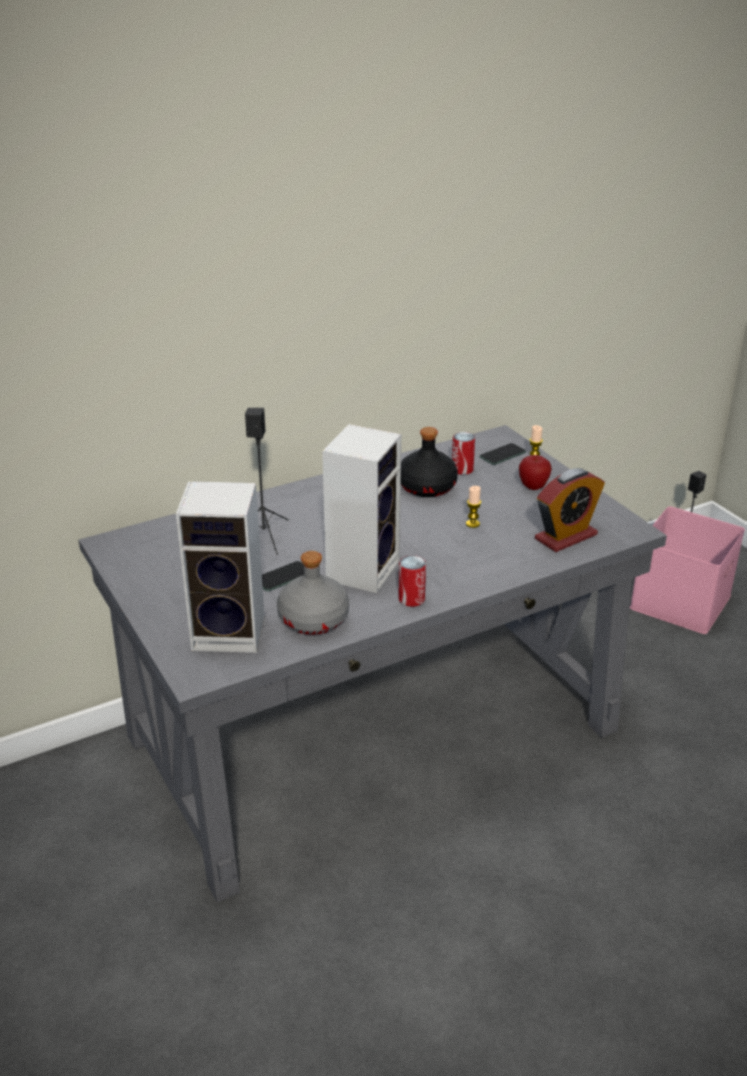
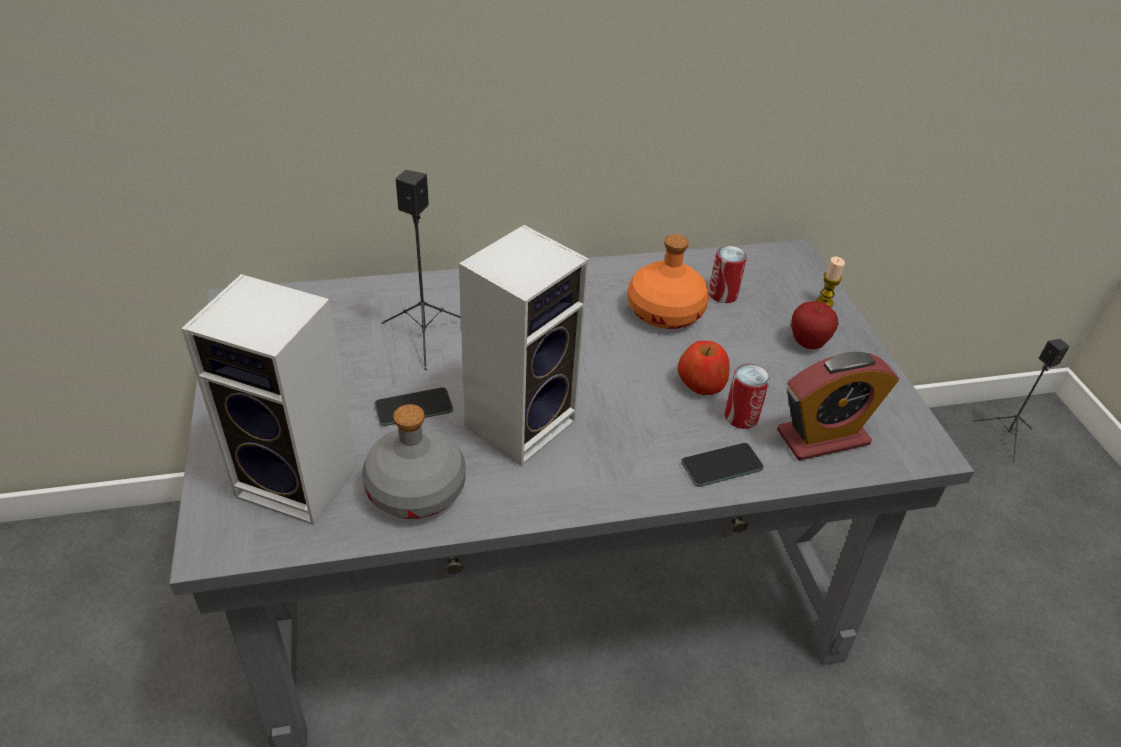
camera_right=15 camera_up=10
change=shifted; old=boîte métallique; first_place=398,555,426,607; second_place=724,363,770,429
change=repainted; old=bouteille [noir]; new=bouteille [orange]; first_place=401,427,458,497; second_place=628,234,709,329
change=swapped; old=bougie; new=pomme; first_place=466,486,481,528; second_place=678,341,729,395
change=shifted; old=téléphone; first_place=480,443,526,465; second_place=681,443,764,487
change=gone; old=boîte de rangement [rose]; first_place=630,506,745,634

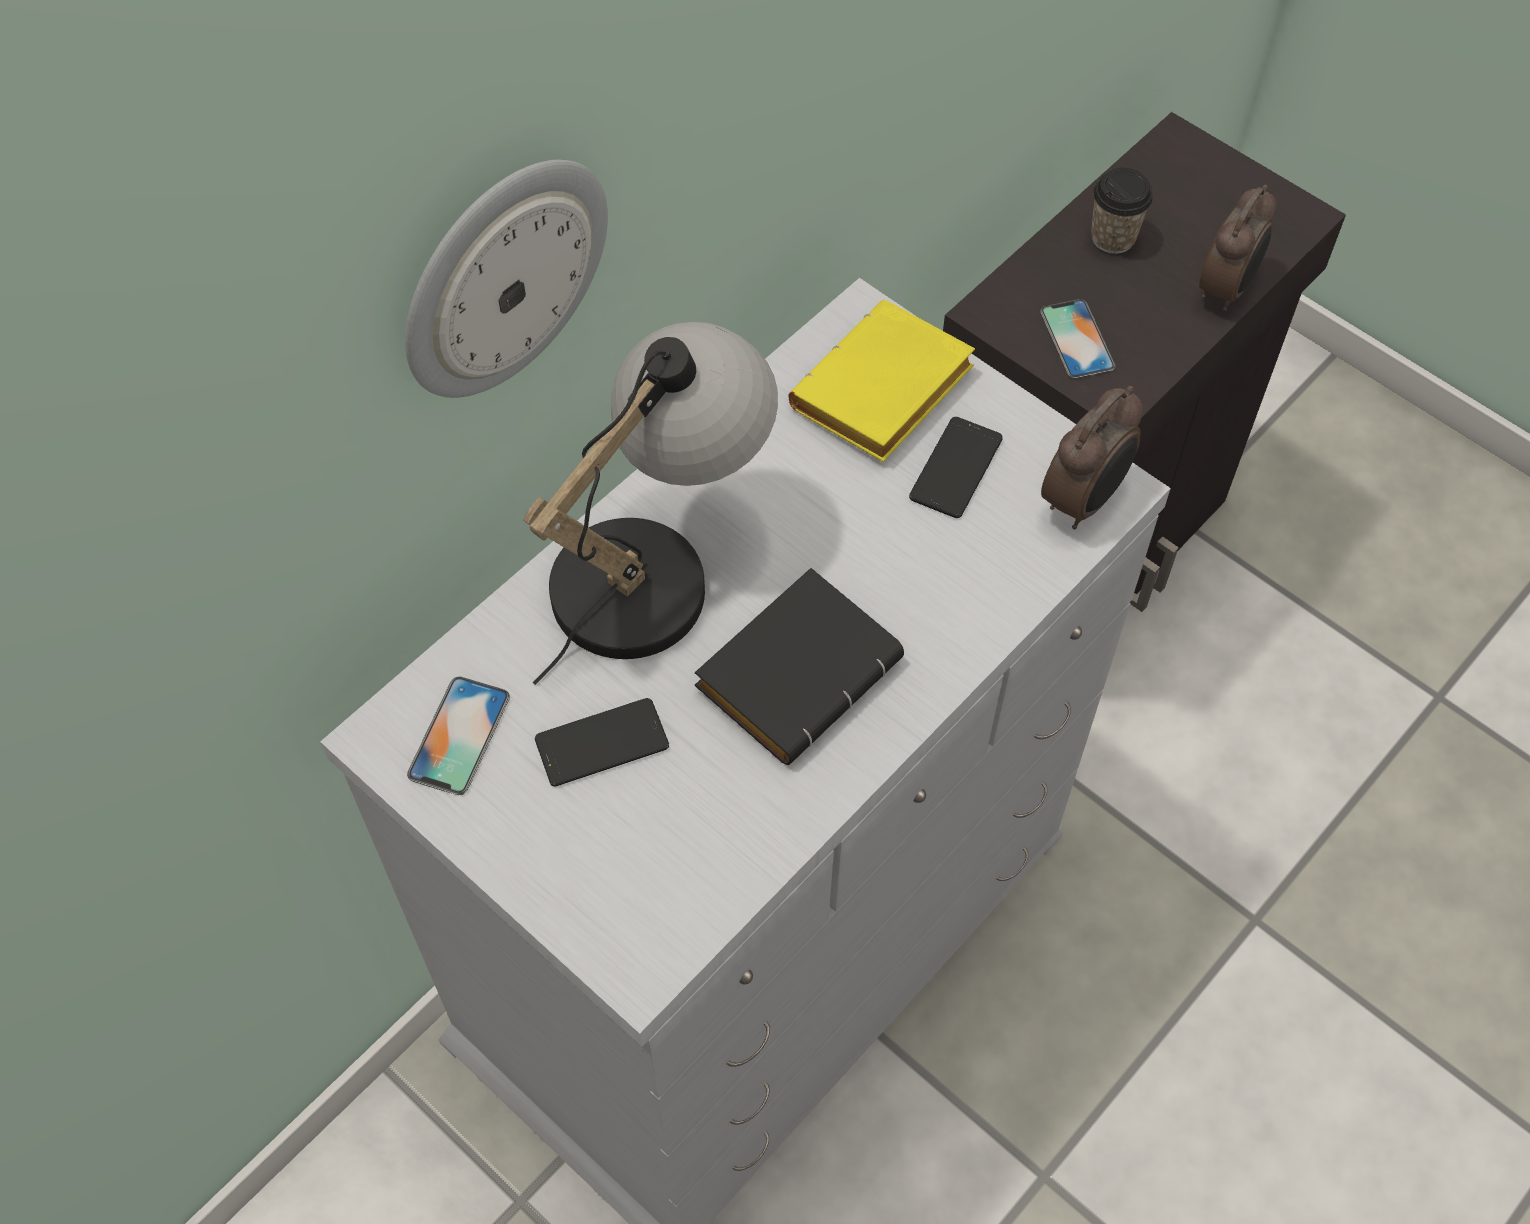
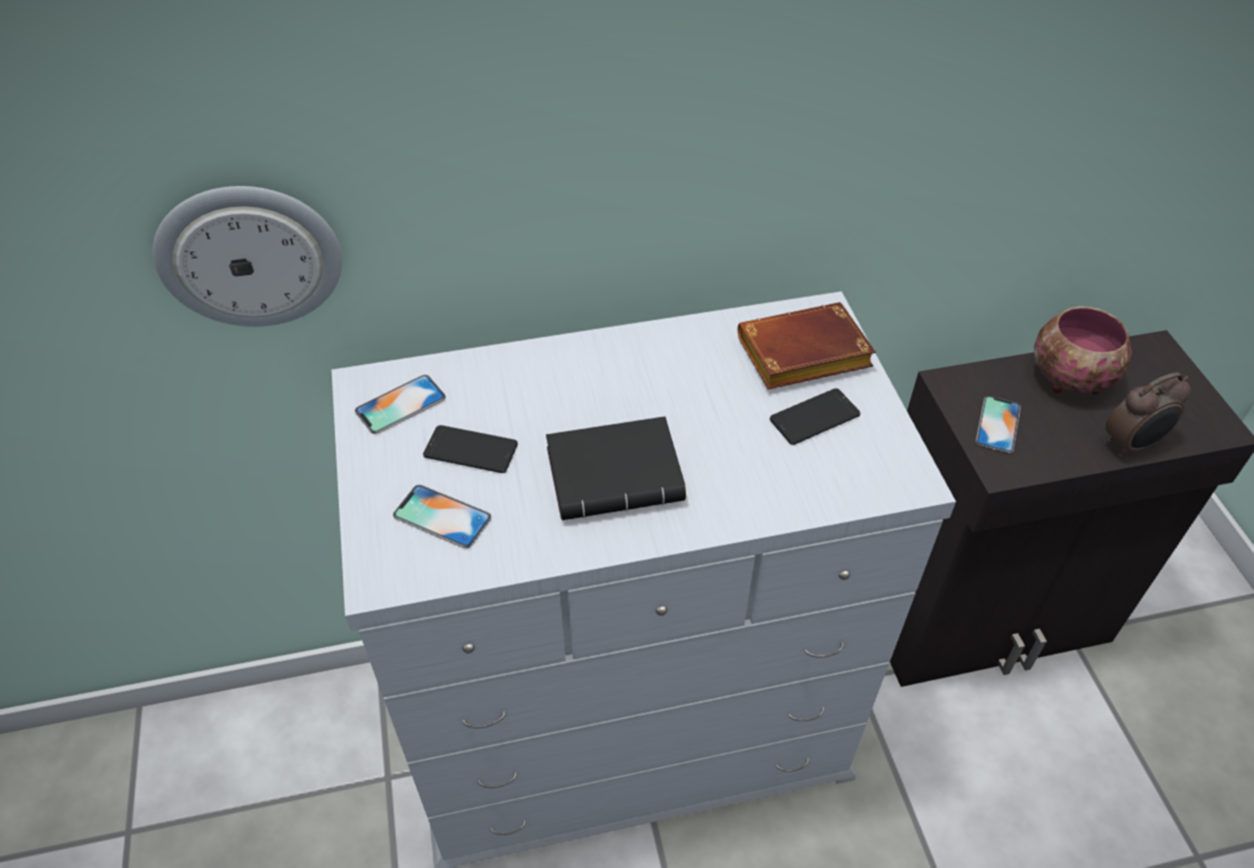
camera_right=35 camera_up=-10
change=shifted; old=horloge murale; first_place=405,159,608,398; second_place=153,186,342,327
change=gone; old=lampe de table; first_place=523,322,778,685
change=repainted; old=livre [jaune]; new=livre [marron]; first_place=788,300,975,462; second_place=738,302,876,390
change=gone; old=réveil; first_place=1041,386,1143,529
change=swapped; old=tasse; new=bol; first_place=1091,168,1153,254; second_place=1034,306,1132,394
change=new; new=téléphone; second_place=393,485,492,548

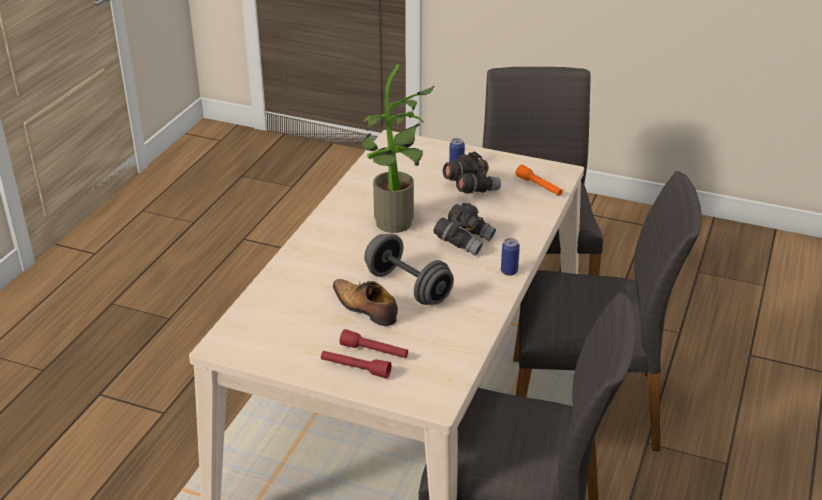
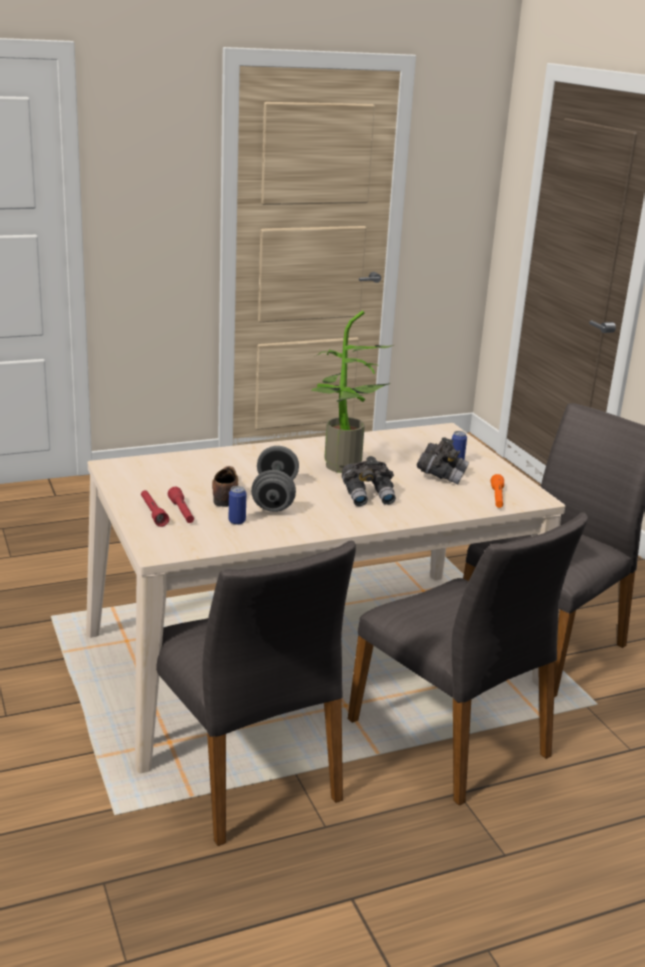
camera_right=45 camera_up=-10
change=shifted; old=boîte métallique; first_place=501,238,520,276; second_place=229,486,246,525

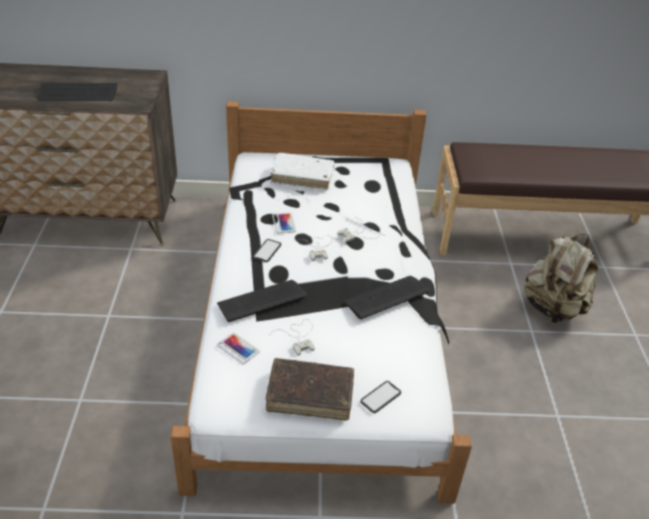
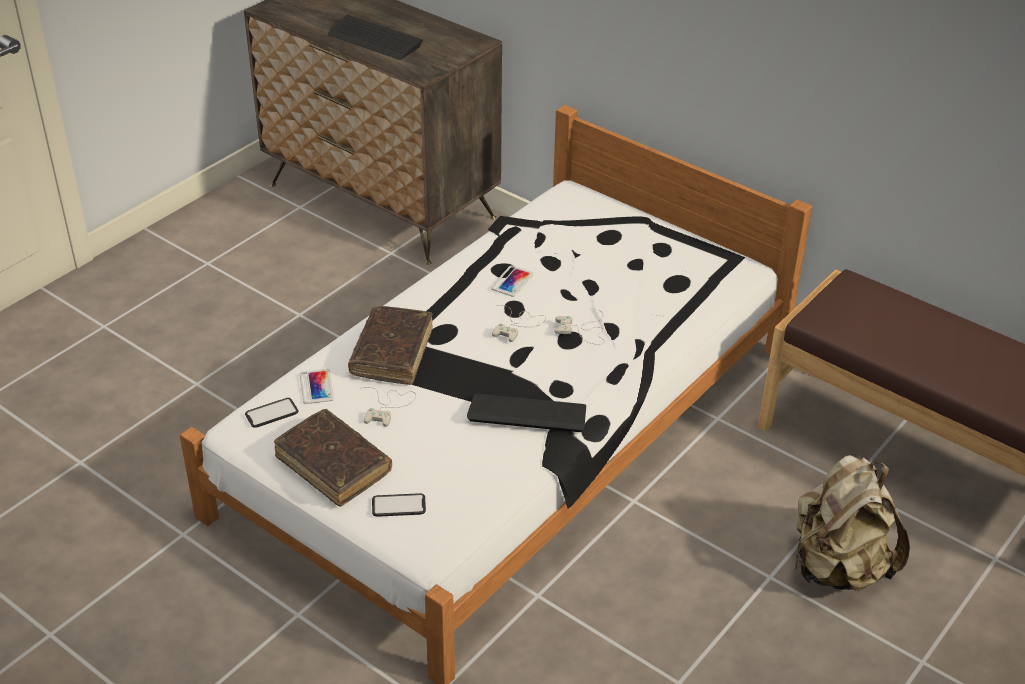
camera_right=40 camera_up=0
change=swapped; old=clavier; new=livre [marron]; first_place=217,280,307,322; second_place=348,306,433,385
change=shifted; old=téléphone; first_place=253,239,281,262; second_place=245,398,299,428
change=gone; old=livre [blanc]; first_place=270,153,335,190

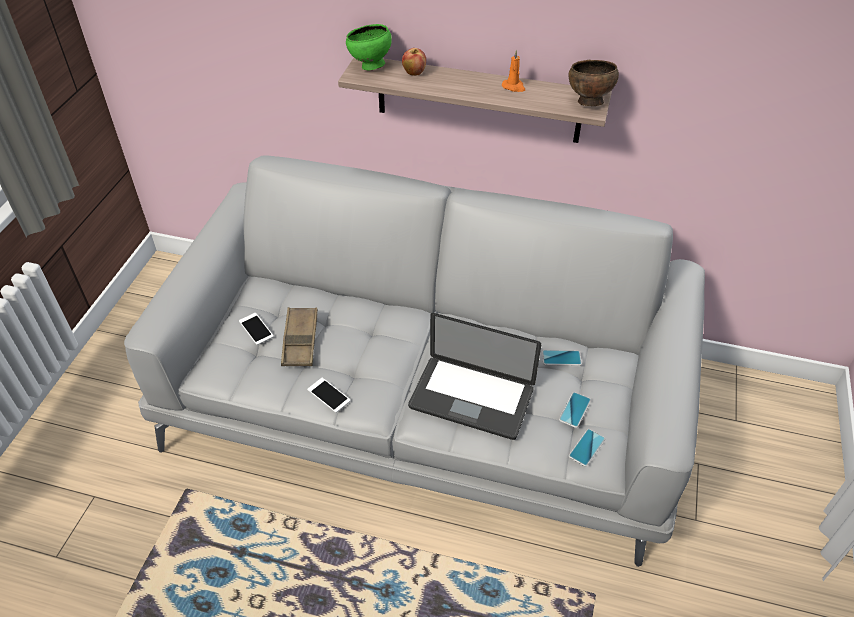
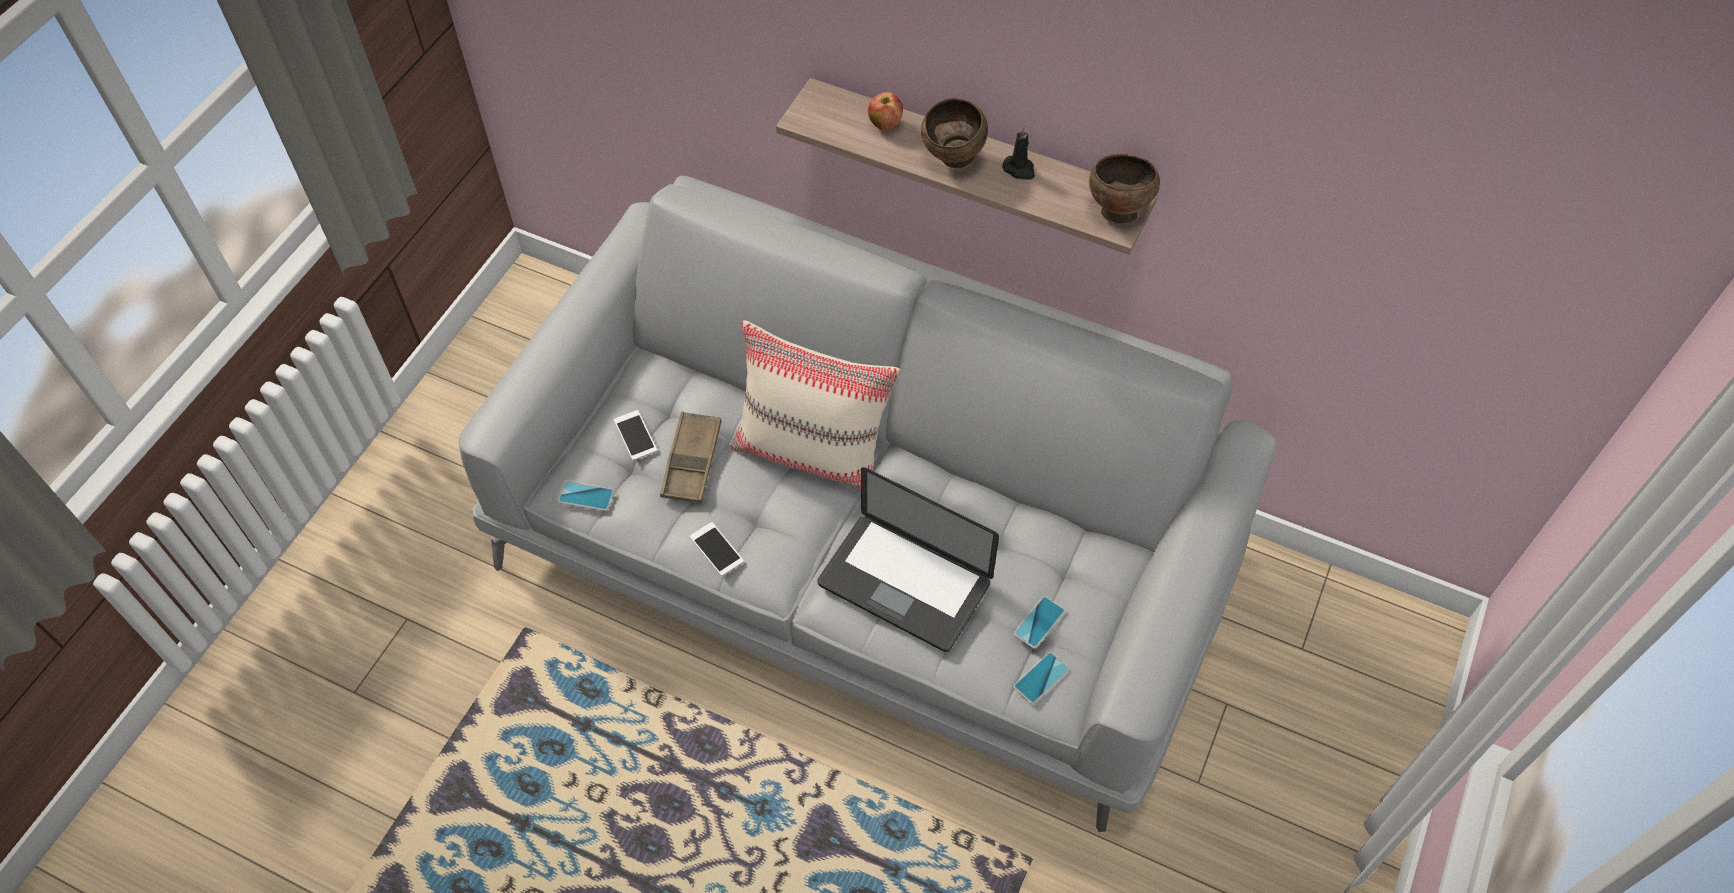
camera_right=10 camera_up=10
change=gone; old=bol [vert]; first_place=346,24,392,70
change=repainted; old=bougie [orange]; new=bougie [noir]; first_place=502,49,525,92; second_place=1002,126,1035,180
change=shifted; old=téléphone; first_place=542,350,582,366; second_place=558,481,614,511
change=new; new=coussin [beige]; second_place=731,320,900,492
change=new; new=bol [marron]; second_place=921,98,988,168

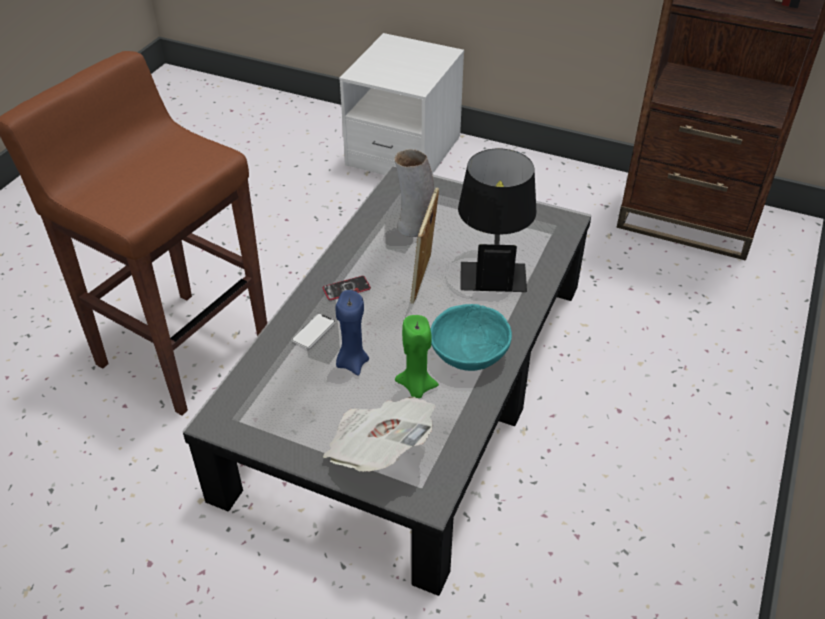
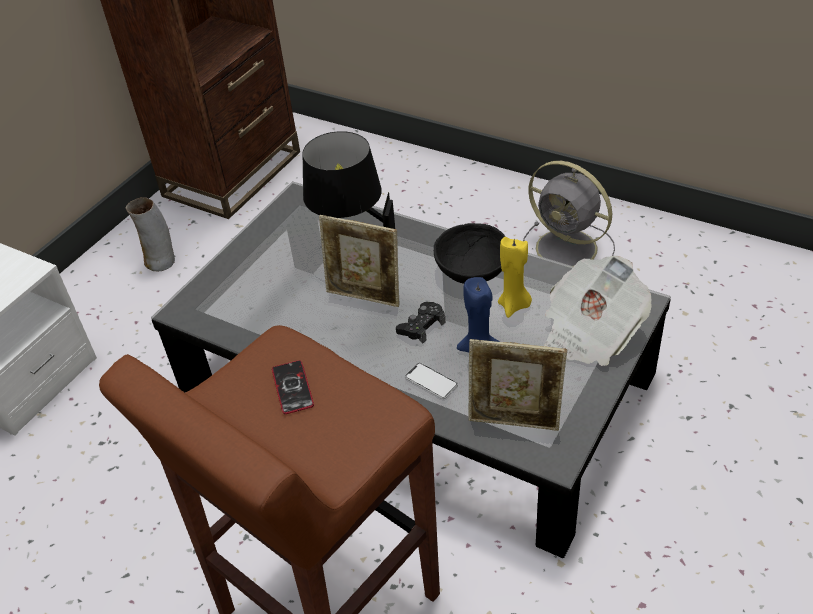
camera_right=-80 camera_up=0
change=shifted; old=téléphone; first_place=323,276,371,300; second_place=272,360,314,414
change=shifted; old=vase; first_place=394,149,434,237; second_place=126,197,175,271
change=repainted; old=bougie [vert]; new=bougie [jaune]; first_place=395,315,439,398; second_place=498,237,532,318
change=repainted; old=bol [turquoise]; new=bol [noir]; first_place=430,304,512,371; second_place=434,223,506,284
change=new; new=manette [noir]; second_place=396,302,445,344
change=new; new=cadre photo; second_place=468,339,567,431
change=new; new=ventilateur [gris]; second_place=523,161,615,266

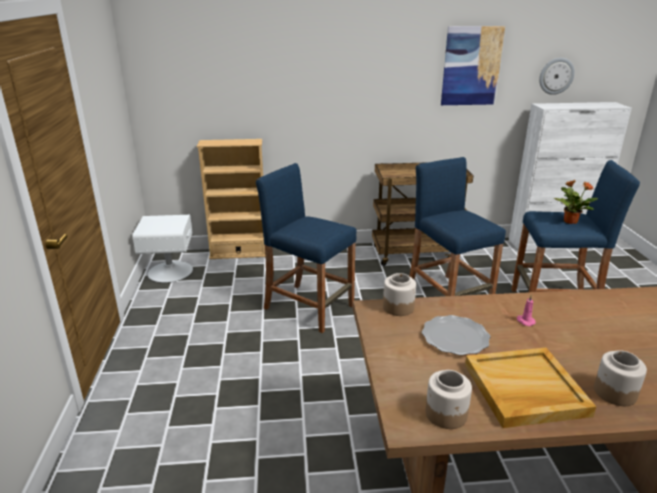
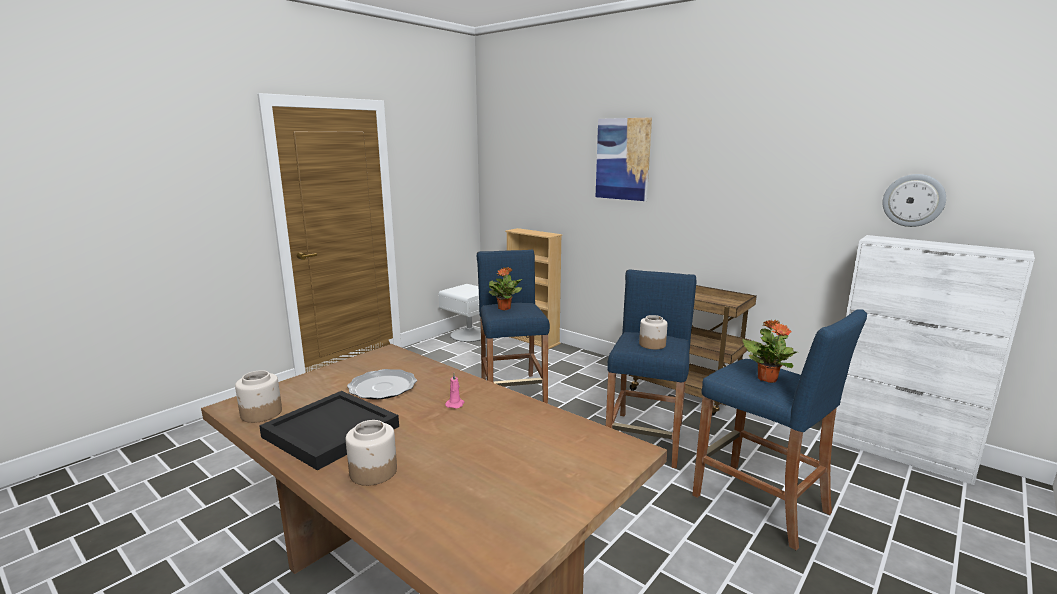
camera_right=45 camera_up=-10
change=shifted; old=bocal; first_place=383,273,416,316; second_place=639,315,668,350
change=shifted; old=tableau; first_place=441,26,505,105; second_place=596,117,652,201
change=repainted; old=plateau [beige]; new=plateau [noir]; first_place=465,348,596,428; second_place=259,391,399,471
change=new; new=plante en pot; second_place=488,267,522,310

